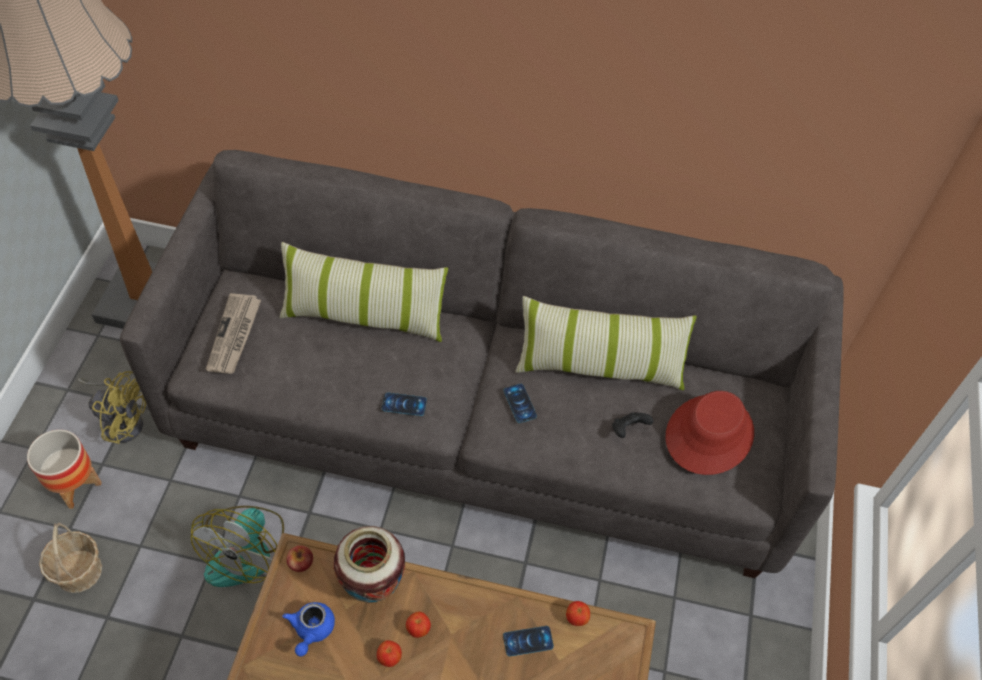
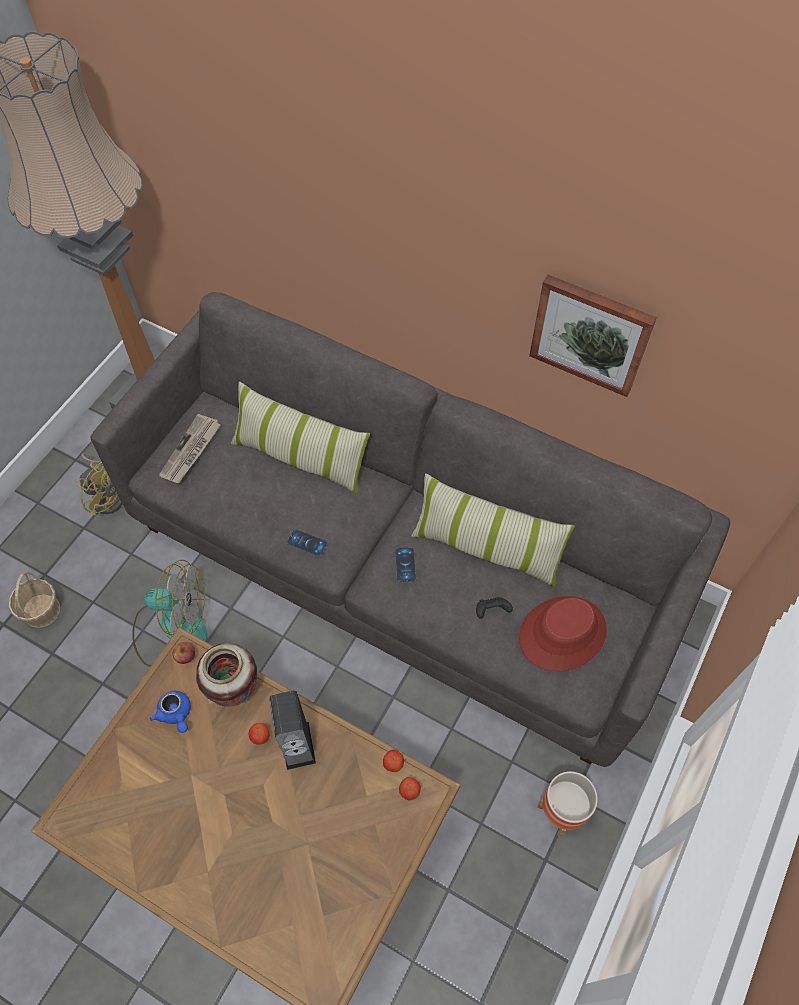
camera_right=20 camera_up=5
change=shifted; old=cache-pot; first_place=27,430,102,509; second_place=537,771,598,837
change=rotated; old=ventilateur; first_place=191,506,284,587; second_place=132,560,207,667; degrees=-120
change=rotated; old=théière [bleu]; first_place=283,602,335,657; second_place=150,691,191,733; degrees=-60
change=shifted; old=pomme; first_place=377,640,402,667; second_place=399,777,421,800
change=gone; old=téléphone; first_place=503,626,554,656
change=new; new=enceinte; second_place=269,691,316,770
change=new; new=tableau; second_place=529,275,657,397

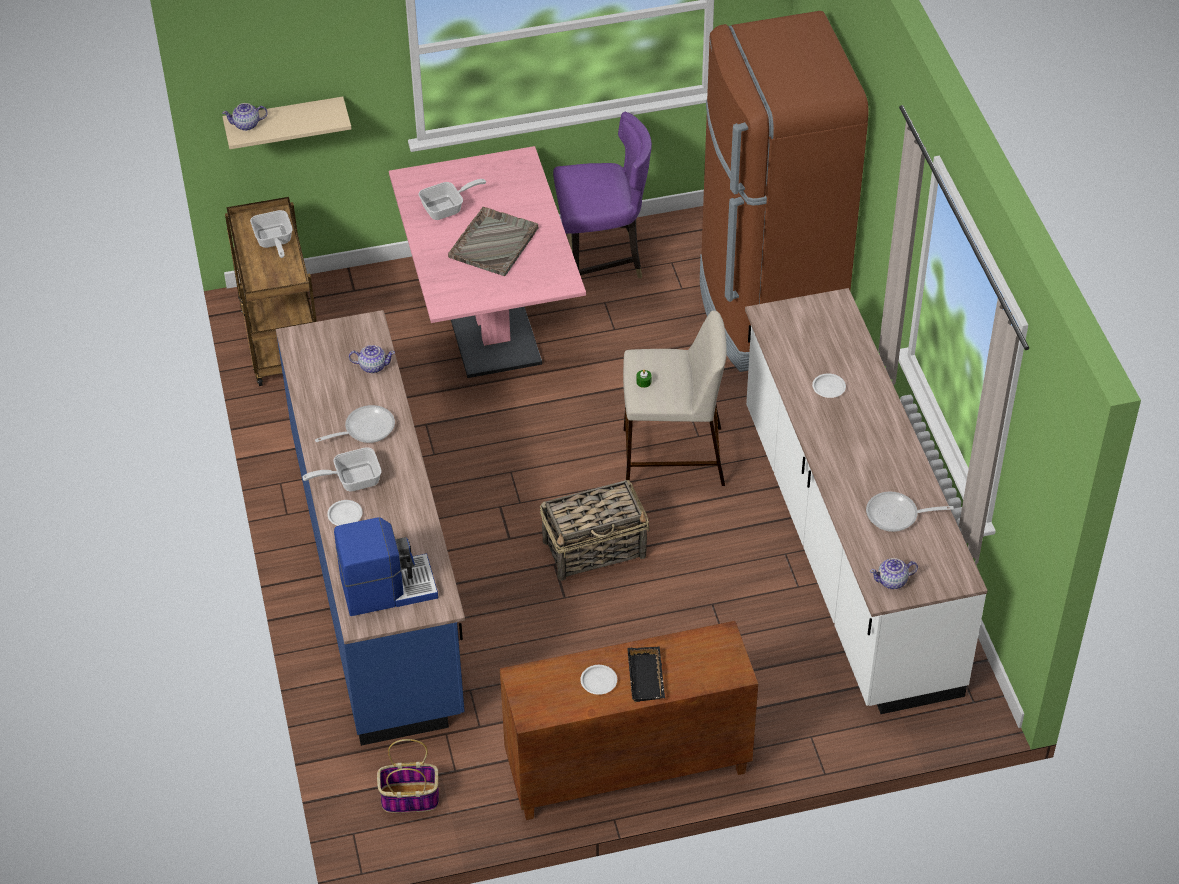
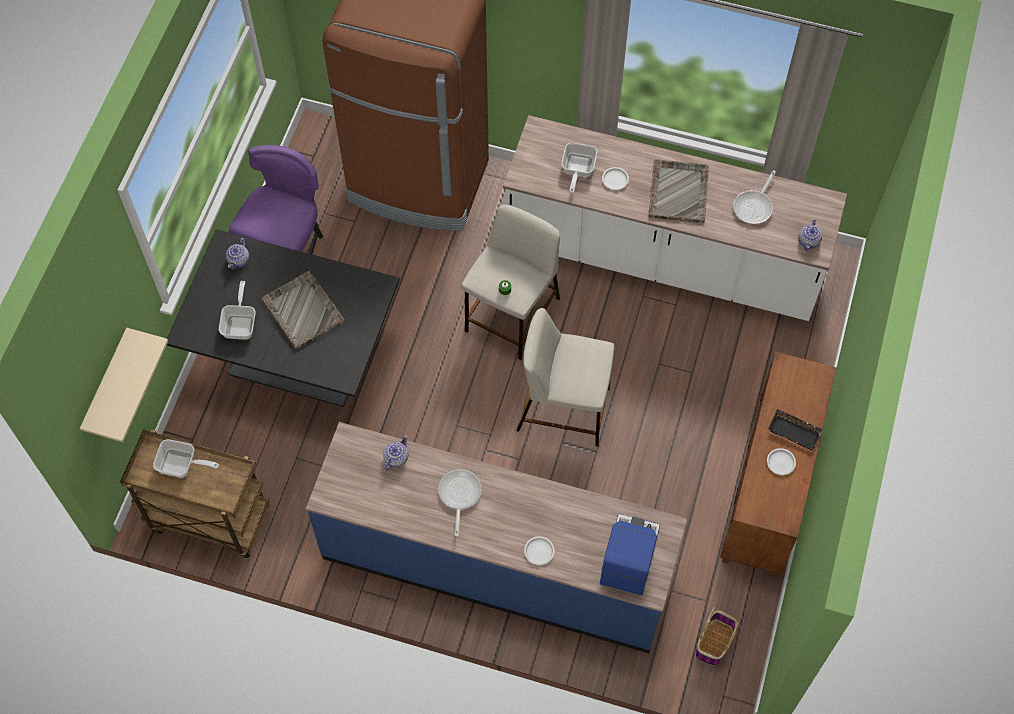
camera_right=-60 camera_up=15
change=shifted; old=théière; first_place=222,103,268,131; second_place=226,238,249,269
change=shifted; old=poêle; first_place=302,447,382,492; second_place=561,143,597,193
change=repainted; old=table à manger [rose]; new=table à manger [noir]; first_place=389,146,586,378; second_place=167,229,400,407
change=swapped; old=panier; new=tabouret [beige]; first_place=540,480,649,581; second_place=516,308,614,446
change=new; new=plateau [gris]; second_place=648,160,709,223

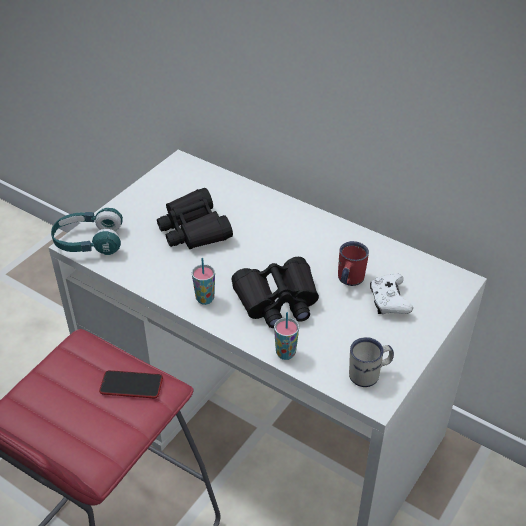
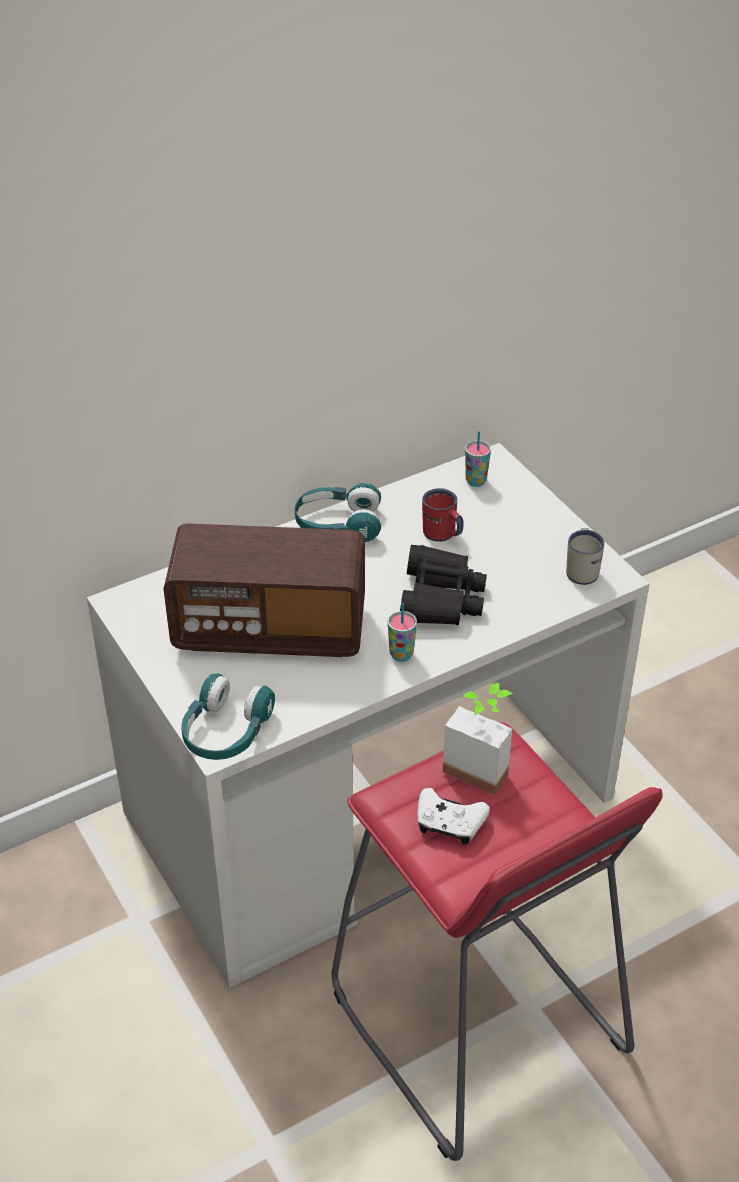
camera_right=-65 camera_up=0
change=swapped; old=téléphone; new=plante en pot; first_place=99,370,163,398; second_place=443,683,513,795
change=swapped; old=jumelles [noir]; new=radio; first_place=157,188,233,249; second_place=164,523,365,657
change=shifted; old=tasse; first_place=274,312,299,360; second_place=465,431,491,487
change=shifted; old=manette [blanc]; first_place=370,273,413,314; second_place=417,788,490,845
change=new; new=casque audio [turquoise]; second_place=295,483,381,542

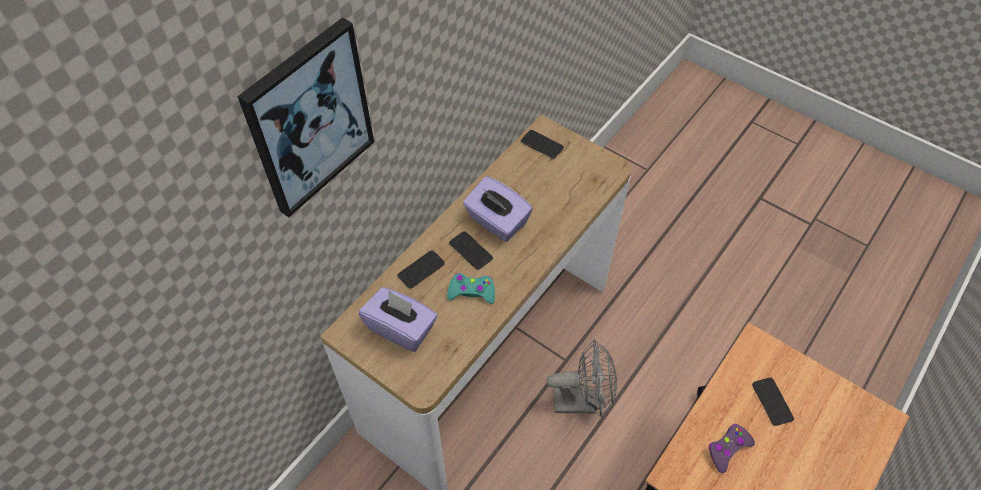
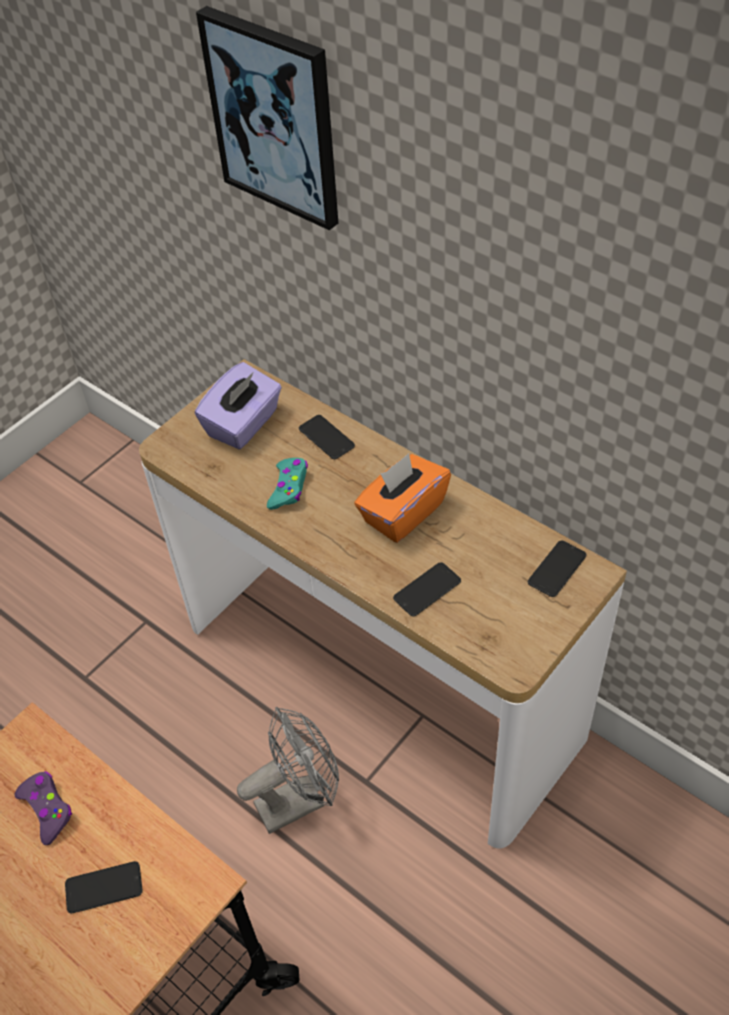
camera_right=95 camera_up=-5
change=shifted; old=téléphone; first_place=449,231,493,270; second_place=393,562,461,616
change=repainted; old=boîte à mouchoirs [violet]; new=boîte à mouchoirs [orange]; first_place=463,176,533,242; second_place=354,453,451,543
change=rotated; old=ventilateur [gris]; first_place=547,339,617,417; second_place=237,707,339,834; degrees=-120

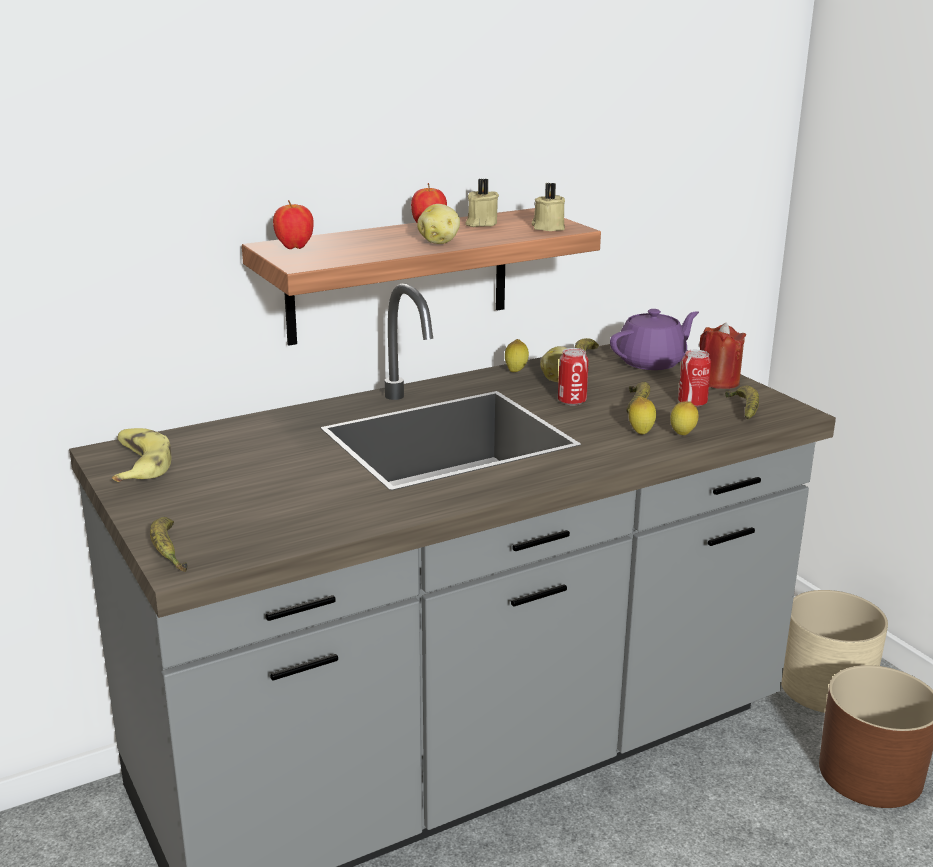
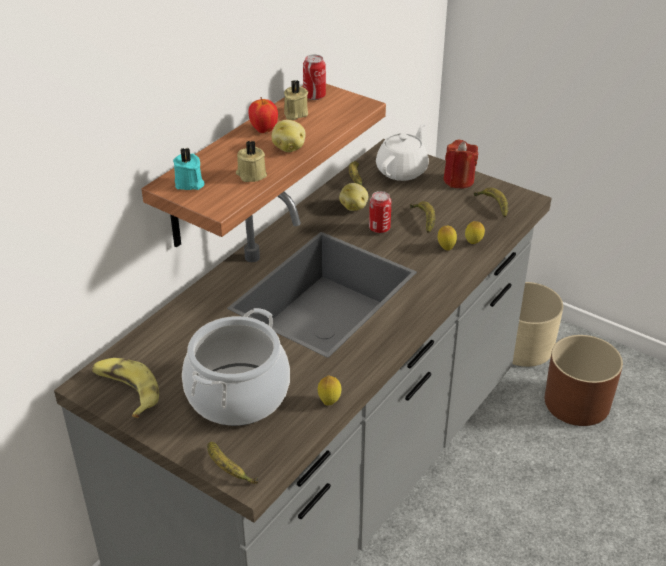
camera_right=-25 camera_up=15
change=swapped; old=pomme; new=bougie [turquoise]; first_place=273,200,314,249; second_place=173,148,204,190
change=shifted; old=citron; first_place=505,339,529,372; second_place=318,375,341,406
change=shifted; old=bougie [beige]; first_place=532,183,565,231; second_place=236,140,267,182
change=repainted; old=théière [violet]; new=théière [blanc]; first_place=610,309,699,370; second_place=376,124,429,181
change=shifted; old=boîte métallique; first_place=678,350,711,407; second_place=303,54,326,100
change=new; new=marmite; second_place=182,308,290,426

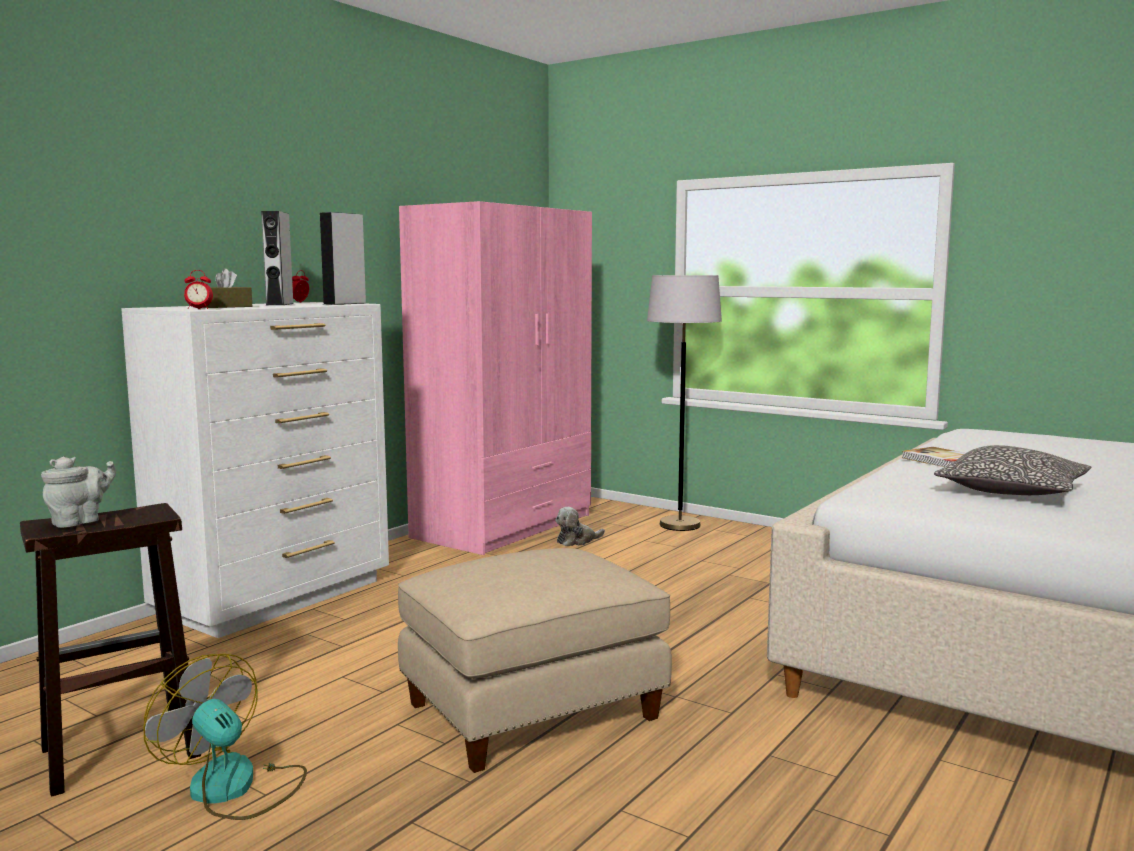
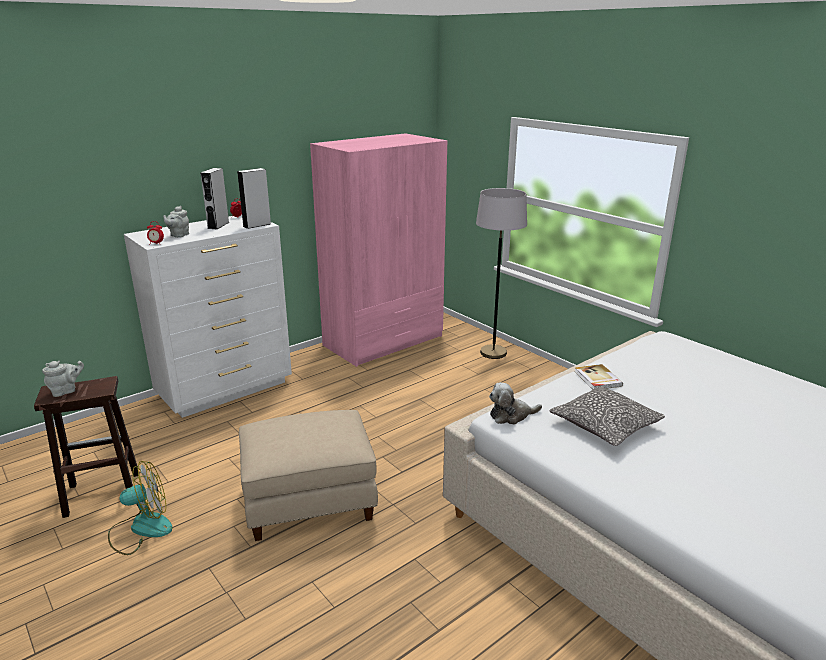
camera_right=15 camera_up=15
change=rotated; old=ventilateur; first_place=143,653,307,820; second_place=108,461,172,555; degrees=105
change=swapped; old=boîte à mouchoirs [marron]; new=théière [gris]; first_place=204,268,252,308; second_place=163,206,189,238
change=shifted; old=peluche; first_place=555,507,605,546; second_place=489,382,542,425

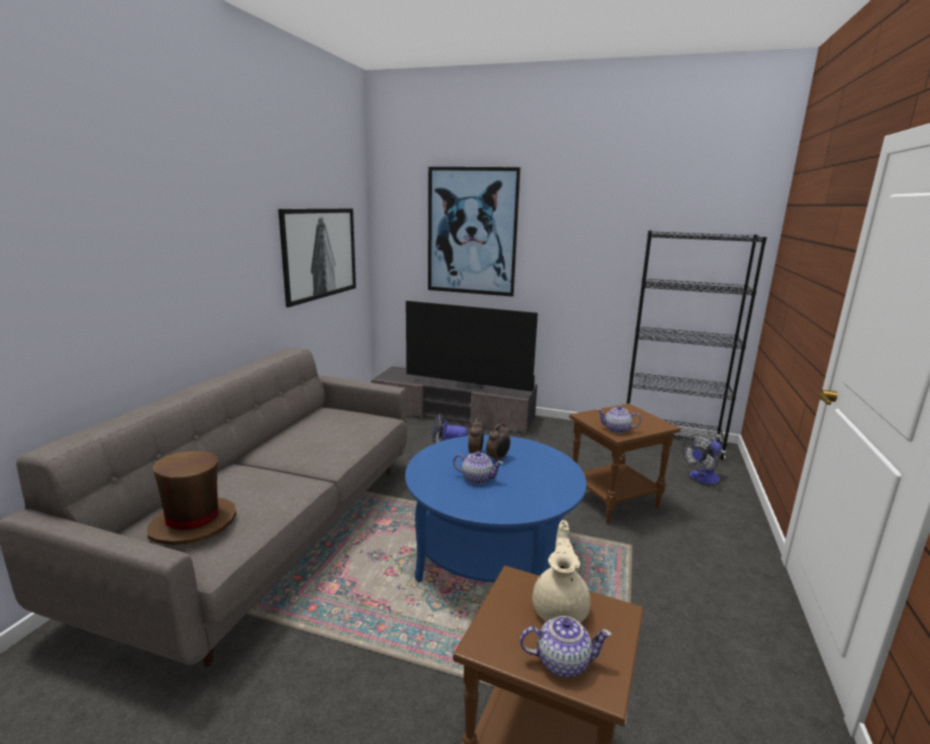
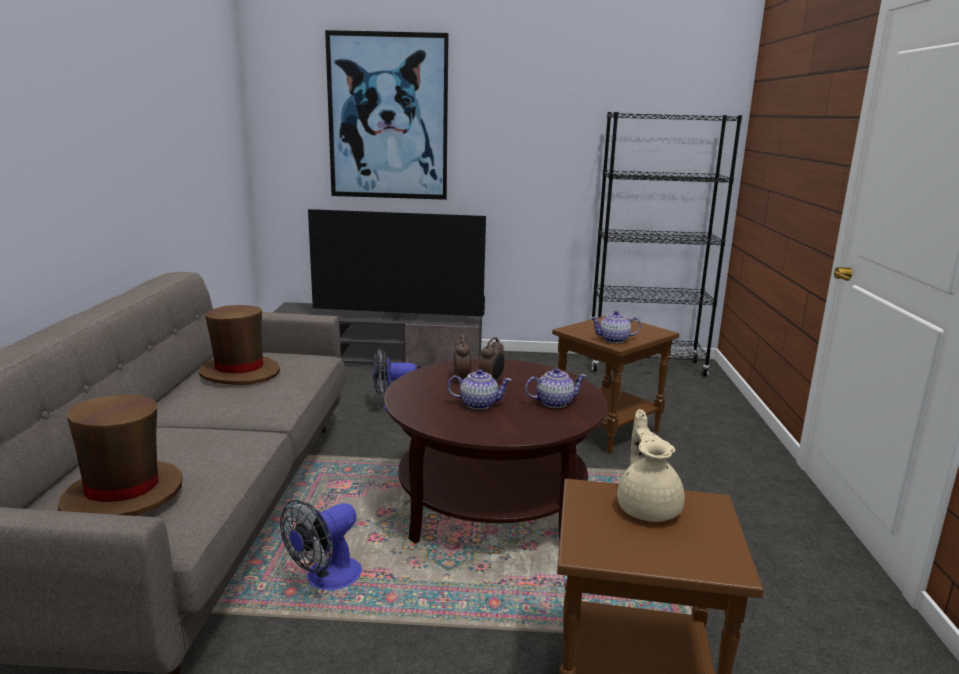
camera_right=-15 camera_up=0
change=gone; old=tableau; first_place=278,208,356,307
change=repainted; old=table basse [bleu]; new=table basse [marron]; first_place=405,435,586,582; second_place=384,359,607,544
change=shifted; old=théière; first_place=520,616,612,677; second_place=525,368,586,408
change=shifted; old=ventilateur; first_place=683,434,721,484; second_place=280,500,362,590
change=new; new=chapeau [marron]; second_place=199,305,280,385

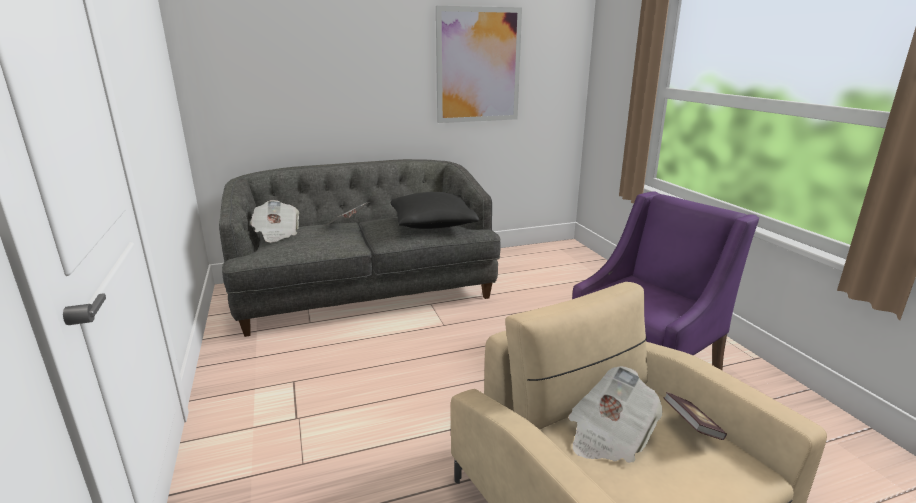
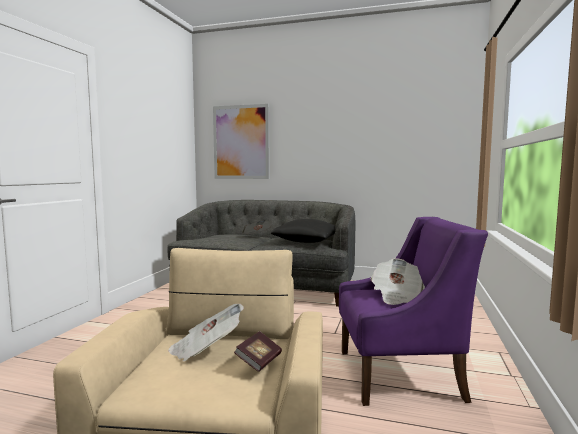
camera_right=35 camera_up=-15
change=shifted; old=journal; first_place=250,200,299,243; second_place=371,258,425,305
change=shifted; old=tableau; first_place=436,6,522,123; second_place=213,104,270,179

